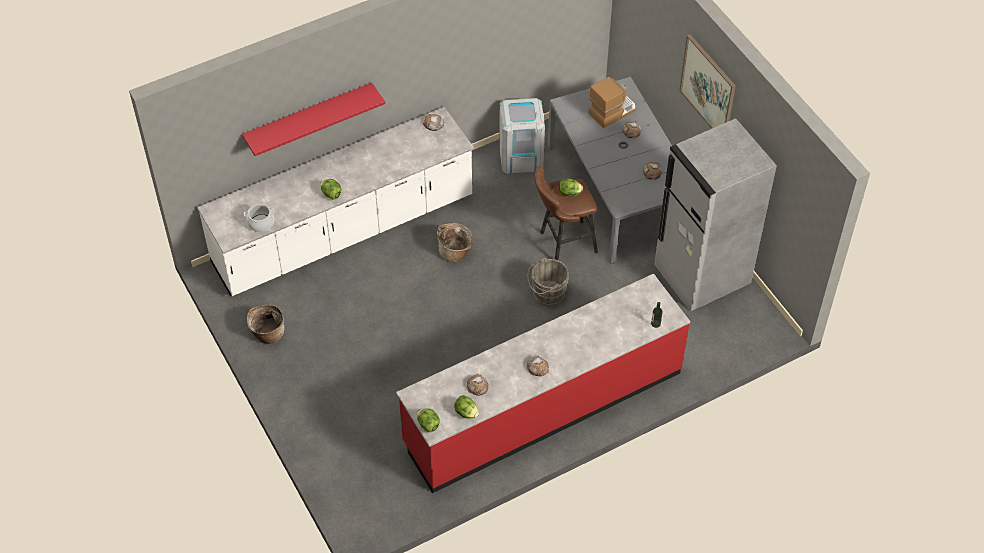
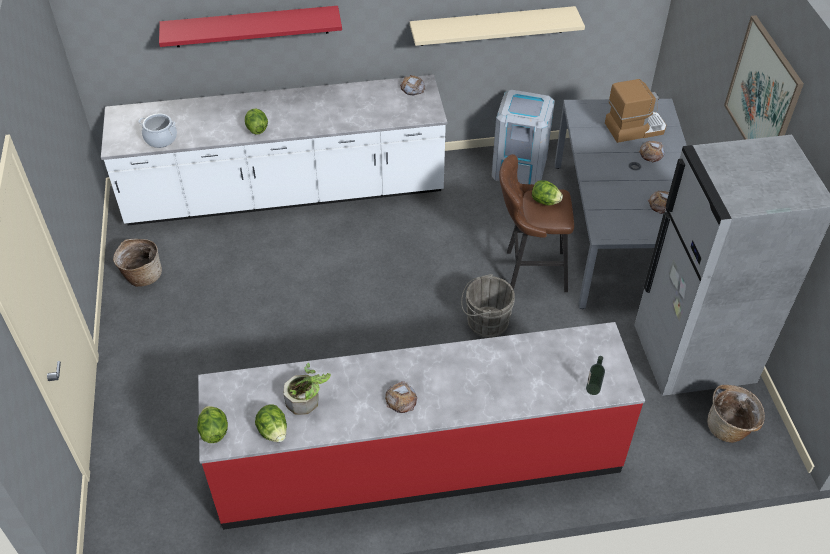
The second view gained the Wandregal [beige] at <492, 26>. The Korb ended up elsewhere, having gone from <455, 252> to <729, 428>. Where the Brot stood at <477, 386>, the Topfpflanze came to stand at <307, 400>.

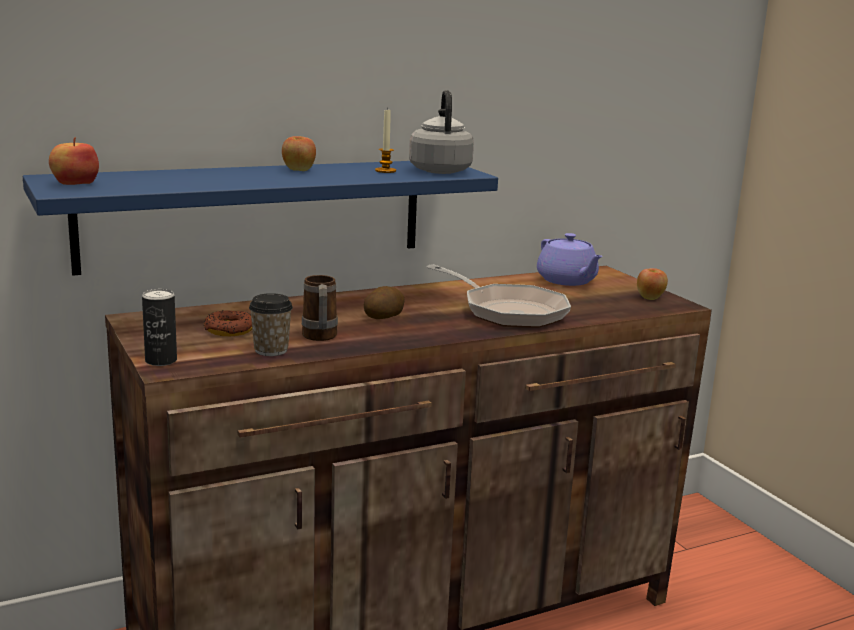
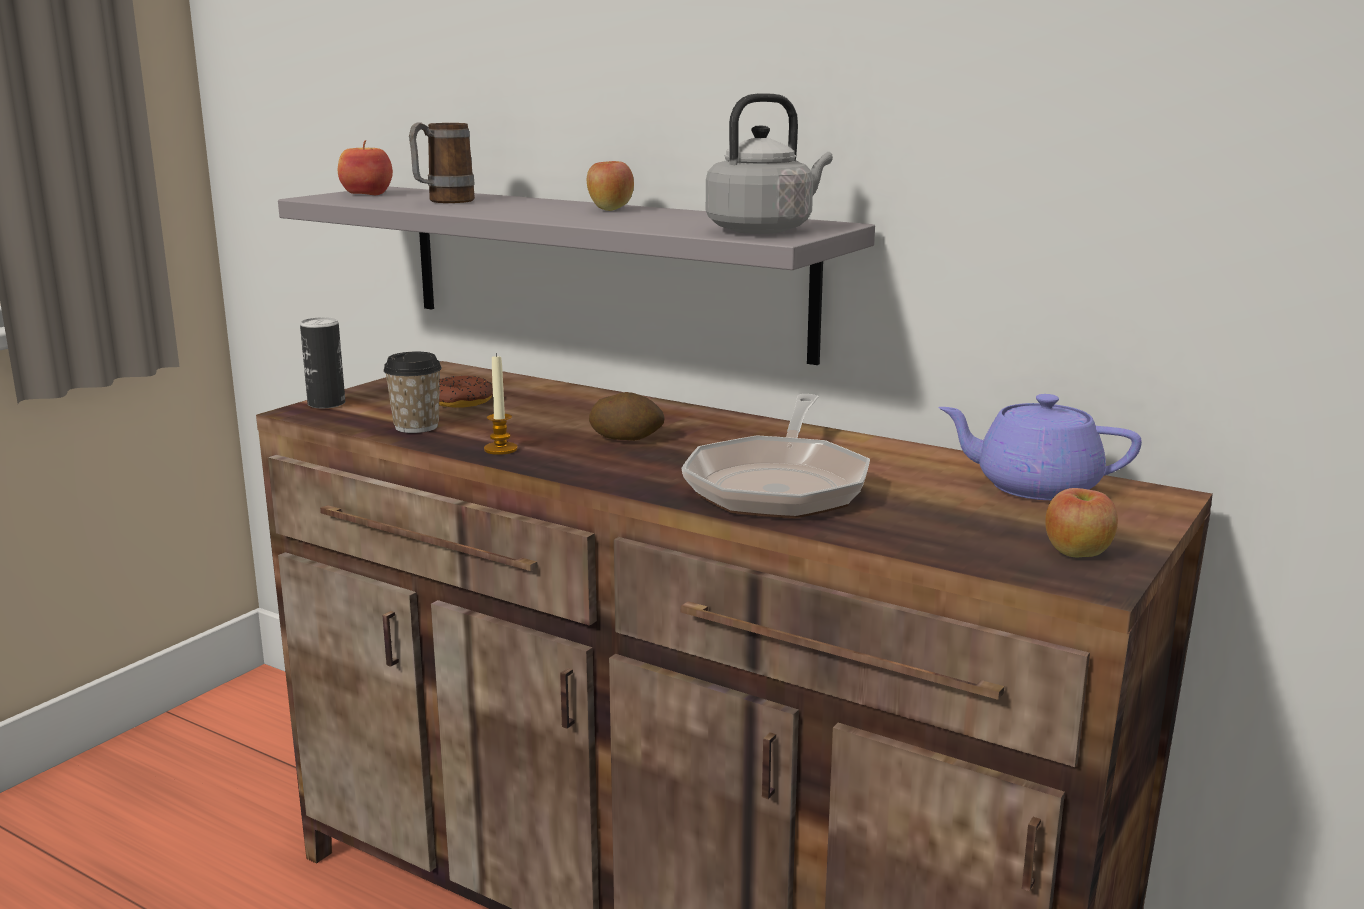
The Henkelbecher ended up elsewhere, having gone from <320, 338> to <443, 201>. The Kerze ended up elsewhere, having gone from <385, 171> to <500, 449>. What was the Wandregal [blau] at <255, 213> turned into the Wandregal [grau] at <602, 269>. The Teekanne [lila] at <567, 281> ended up facing another way, 75 degrees clockwise from before.

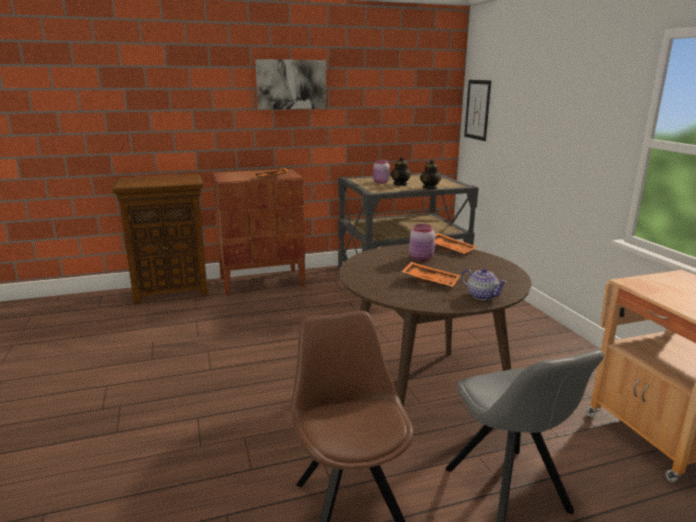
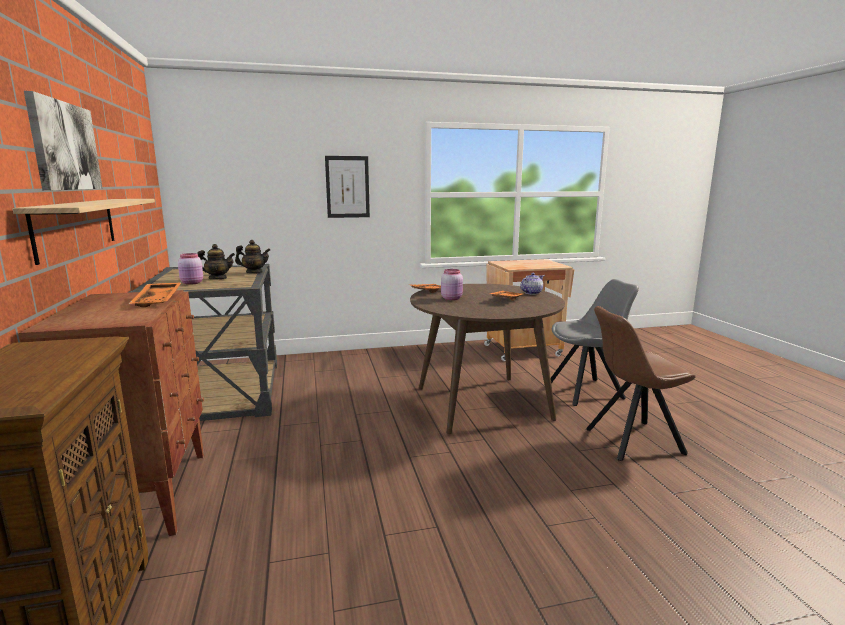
The second view gained the Wandregal at <76, 226>. The Bild ended up elsewhere, having gone from <477, 110> to <347, 187>.

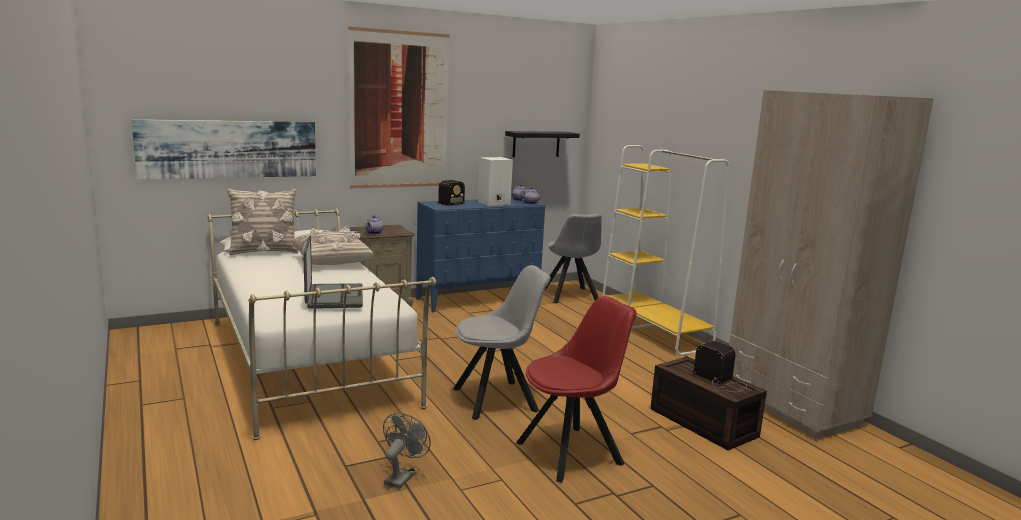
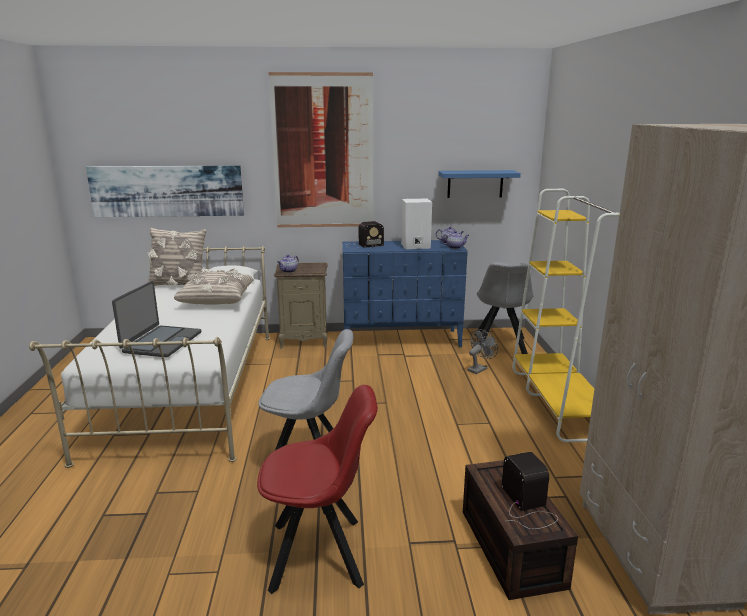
The Ventilator [grau] ended up elsewhere, having gone from <402, 476> to <479, 369>. What was the Wandregal [schwarz] at <536, 144> turned into the Wandregal [blau] at <475, 184>.

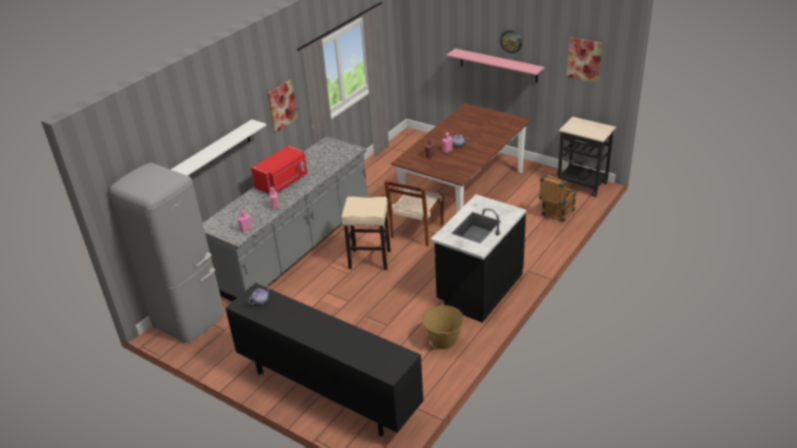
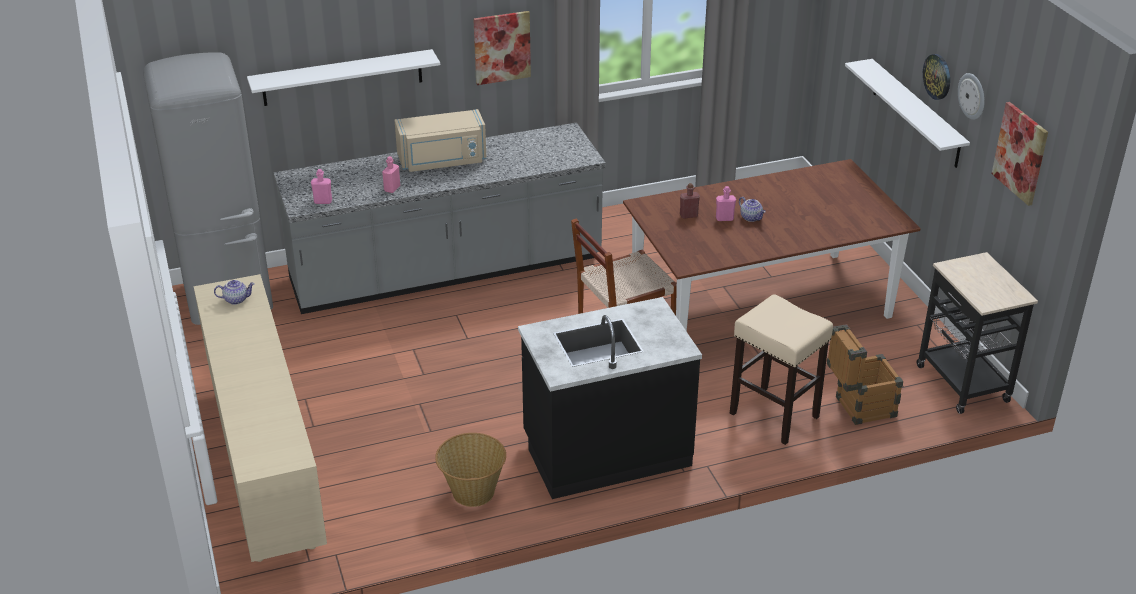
The second view gained the Wanduhr at <972, 96>. The Hocker [beige] ended up elsewhere, having gone from <369, 260> to <773, 415>. What was the Schrank [schwarz] at <327, 391> turned into the Schrank [beige] at <265, 470>. What was the Mikrowelle [rot] at <283, 182> turned into the Mikrowelle [beige] at <442, 161>. What was the Wandregal [rosa] at <498, 65> turned into the Wandregal [weiß] at <916, 113>.

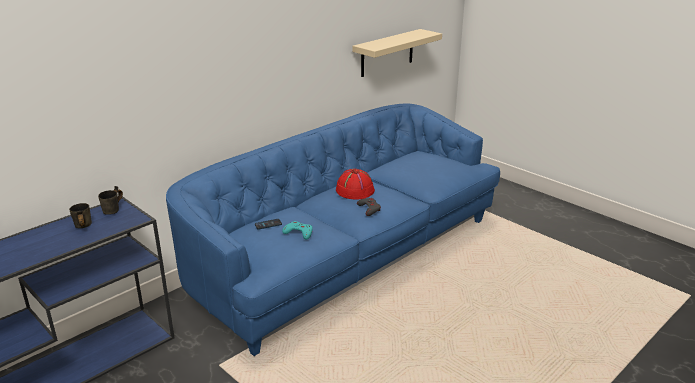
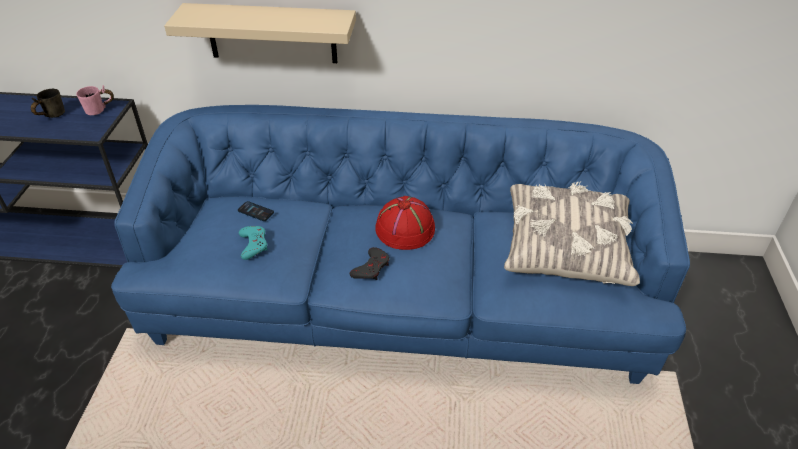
The second view gained the Kissen [beige] at <565, 251>. The Wandregal [beige] ended up elsewhere, having gone from <387, 53> to <271, 33>. What was the Henkelbecher [grau] at <115, 210> turned into the Henkelbecher [rosa] at <99, 112>.

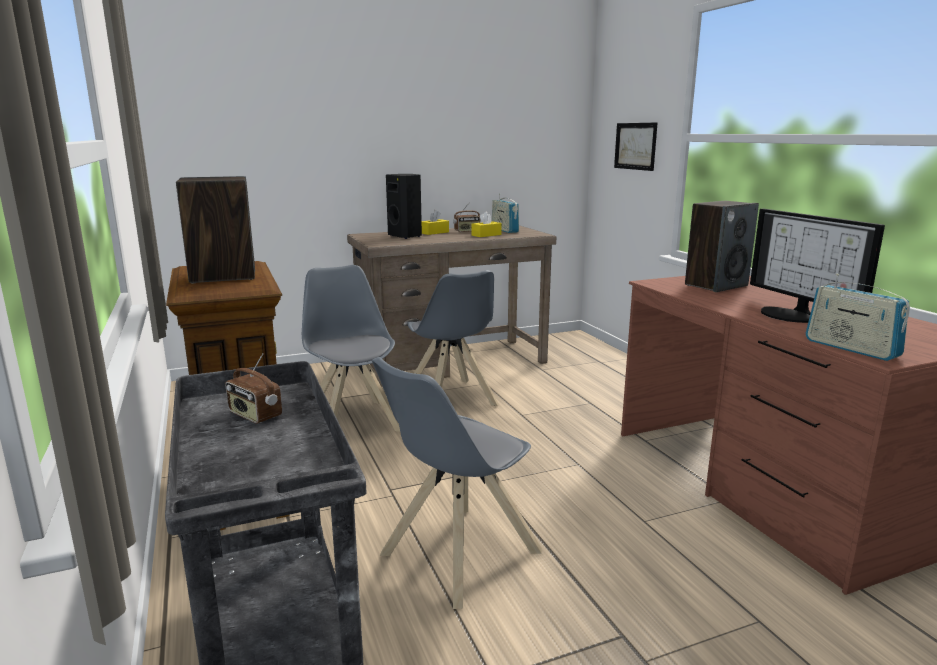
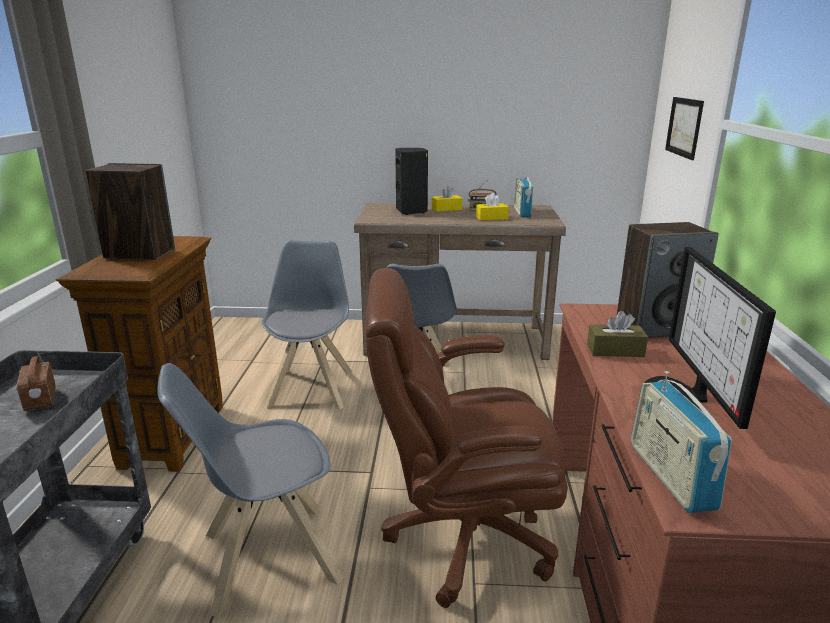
The second view gained the Bürostuhl [braun] at <460, 536>. The second view gained the Taschentuchbox [braun] at <615, 350>.

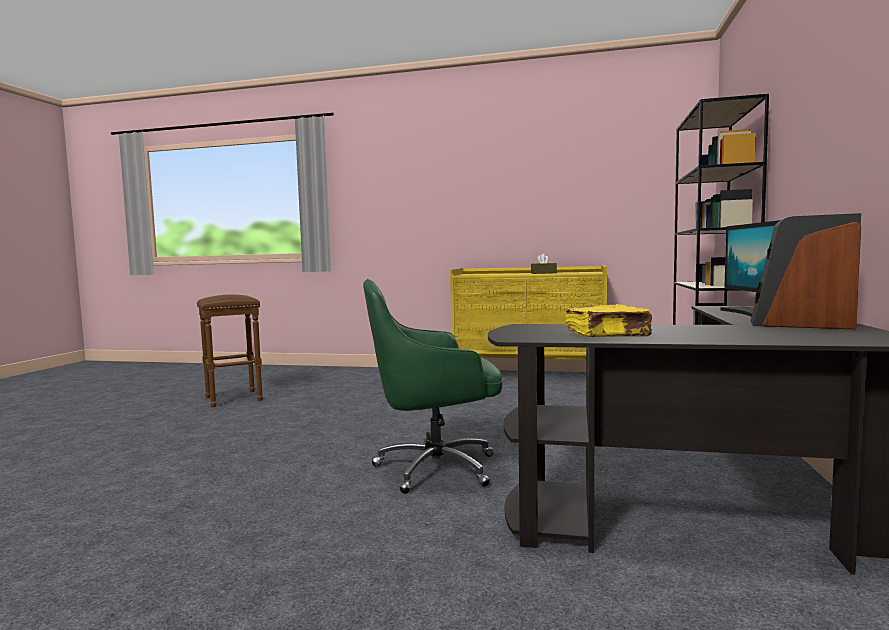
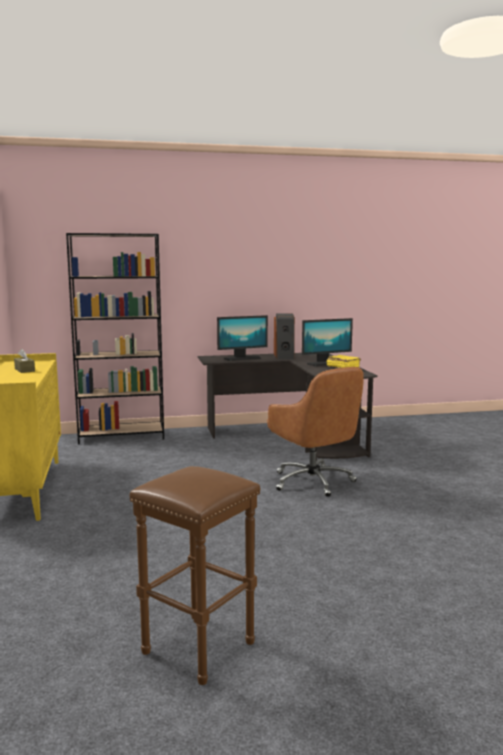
The second view gained the Monitor at <326, 363>. What was the Bürostuhl [grün] at <435, 468> turned into the Bürostuhl [braun] at <312, 482>.

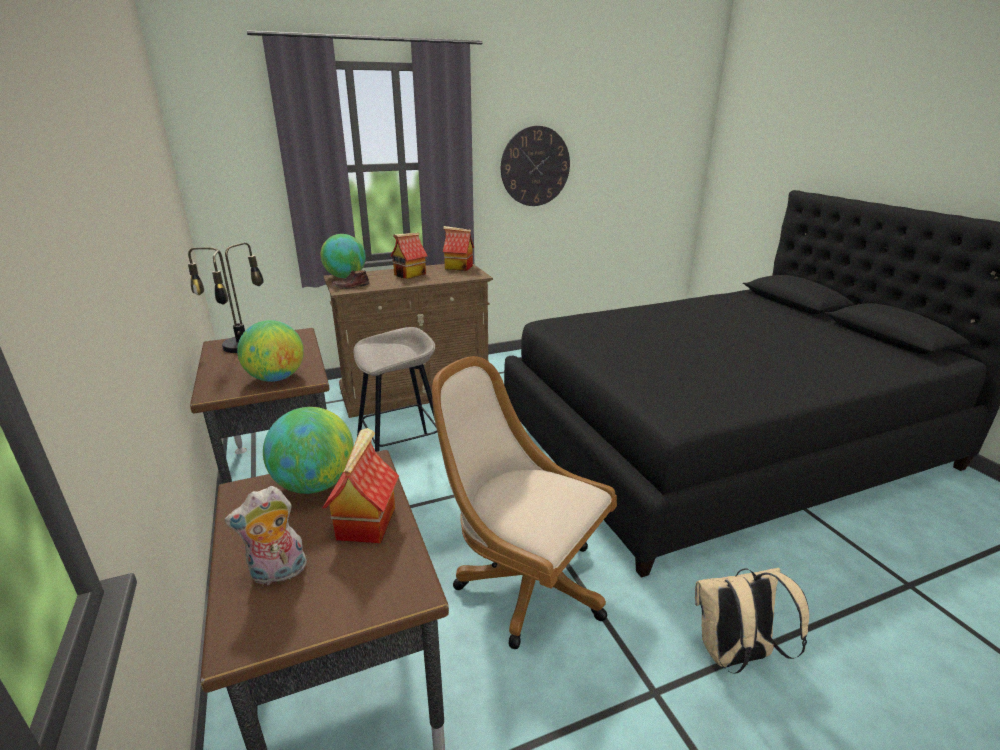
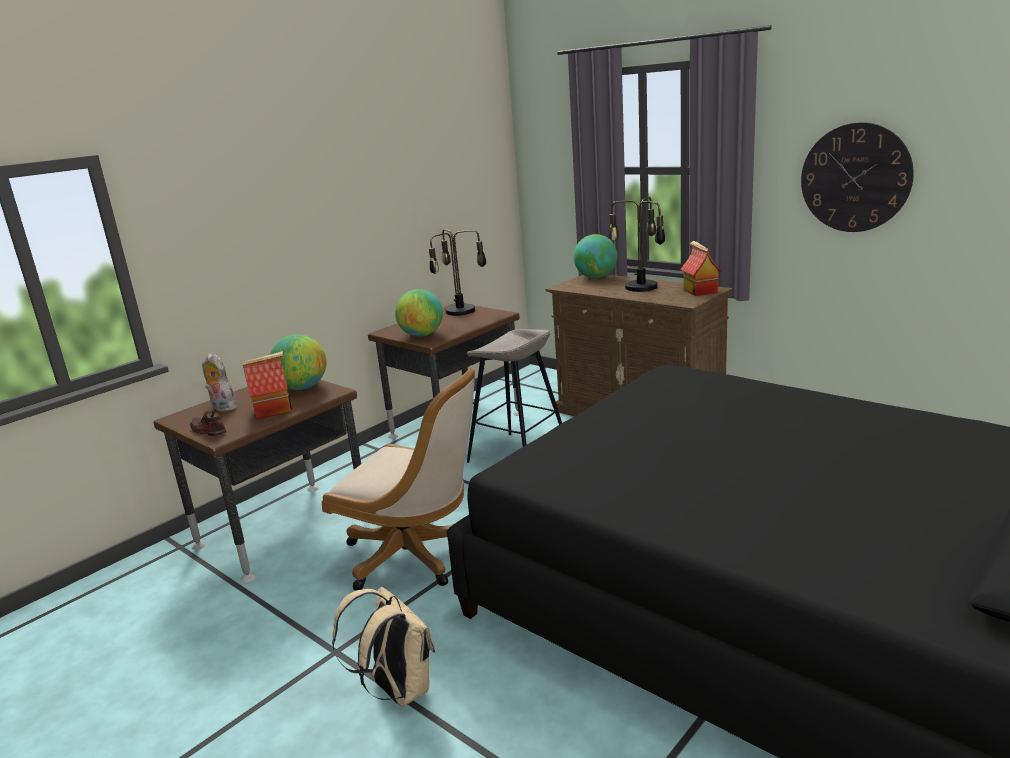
The Schuh [braun] ended up elsewhere, having gone from <351, 286> to <207, 431>. Where the Spielzeughaus stood at <410, 274>, the Tischlampe came to stand at <641, 287>. The Bürostuhl at <522, 579> ended up facing another way, 105 degrees clockwise from before.

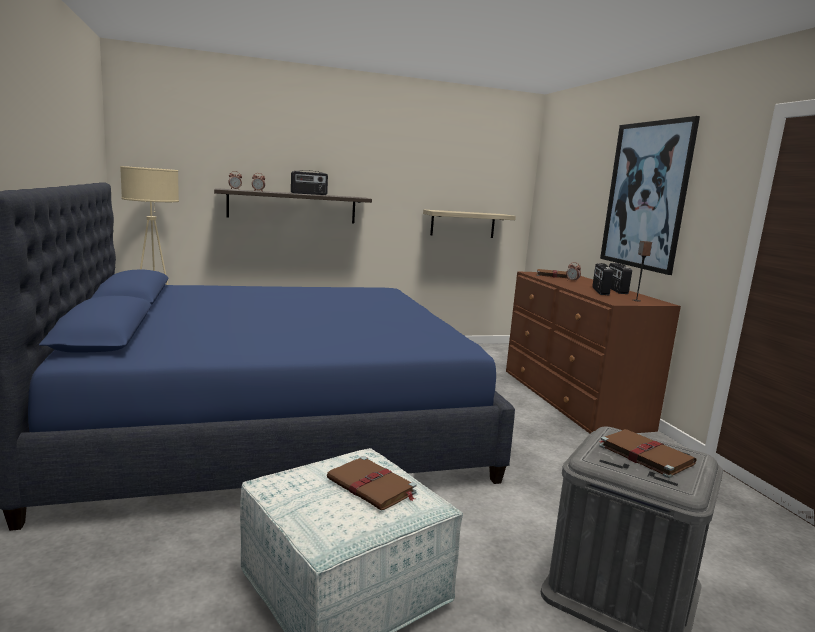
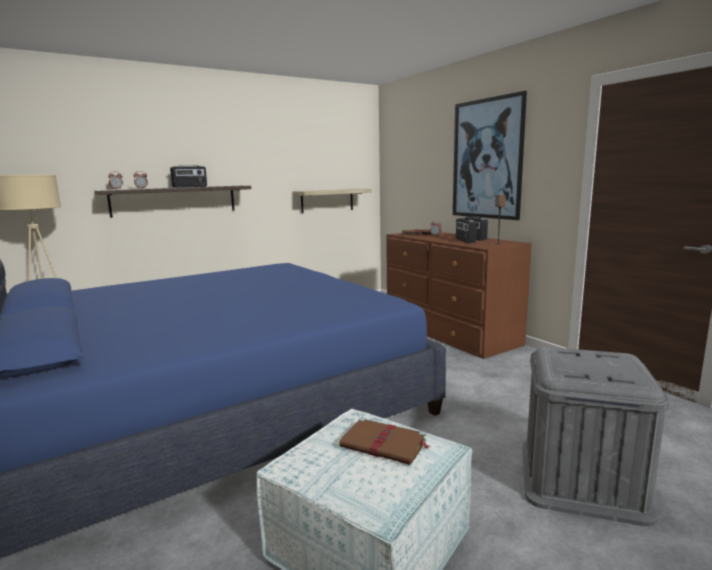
The second view lost the Buch [braun] at <644, 454>.

